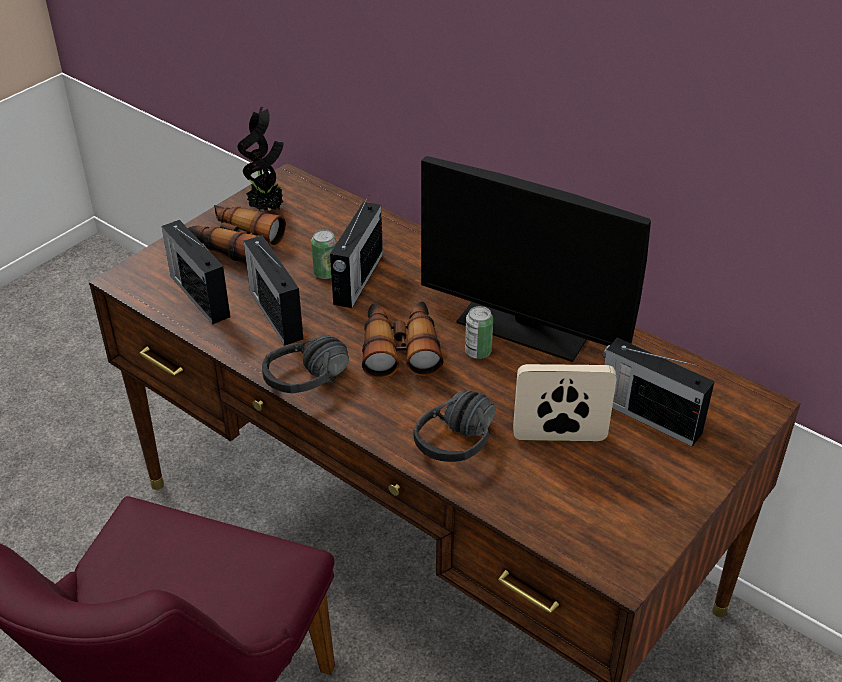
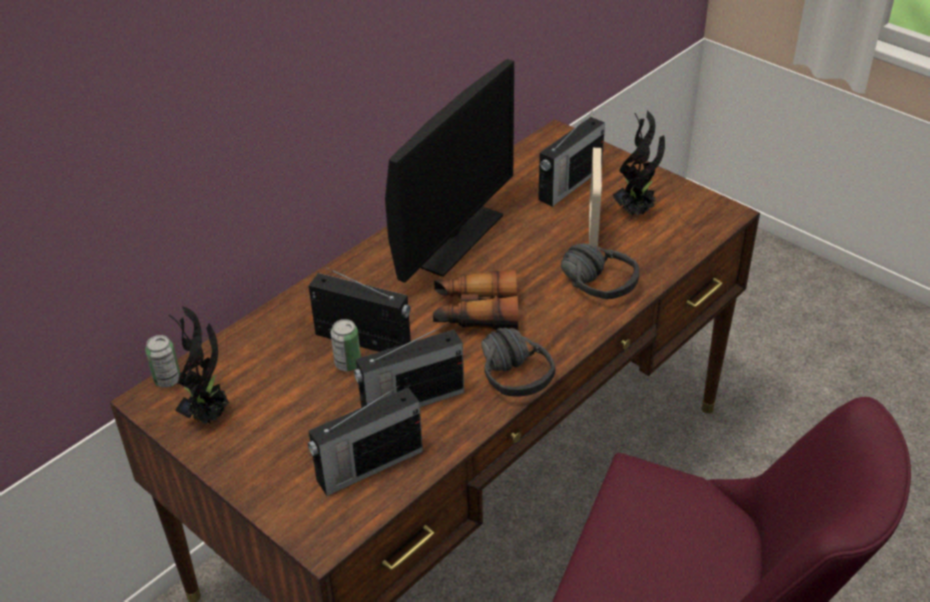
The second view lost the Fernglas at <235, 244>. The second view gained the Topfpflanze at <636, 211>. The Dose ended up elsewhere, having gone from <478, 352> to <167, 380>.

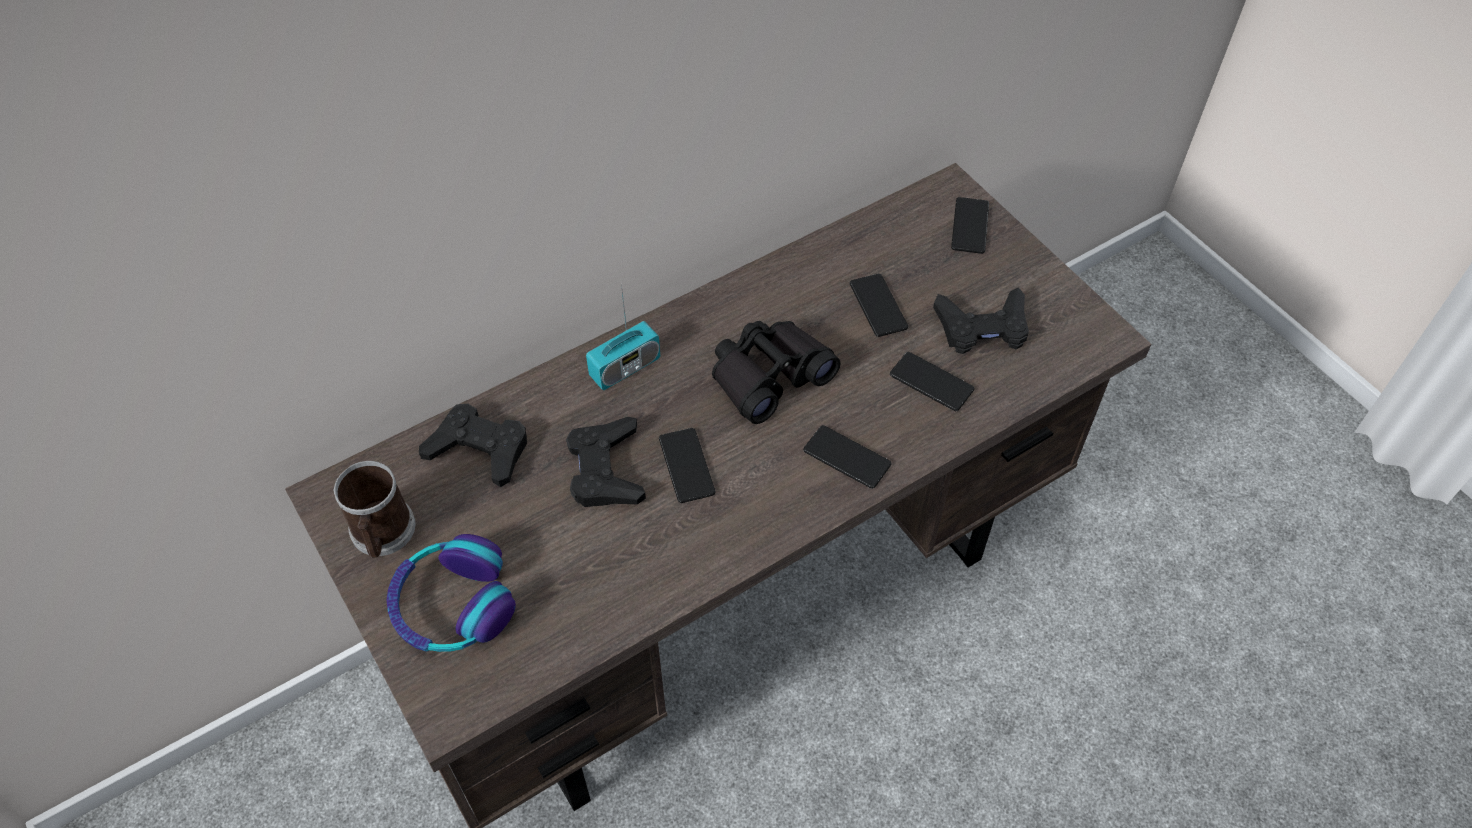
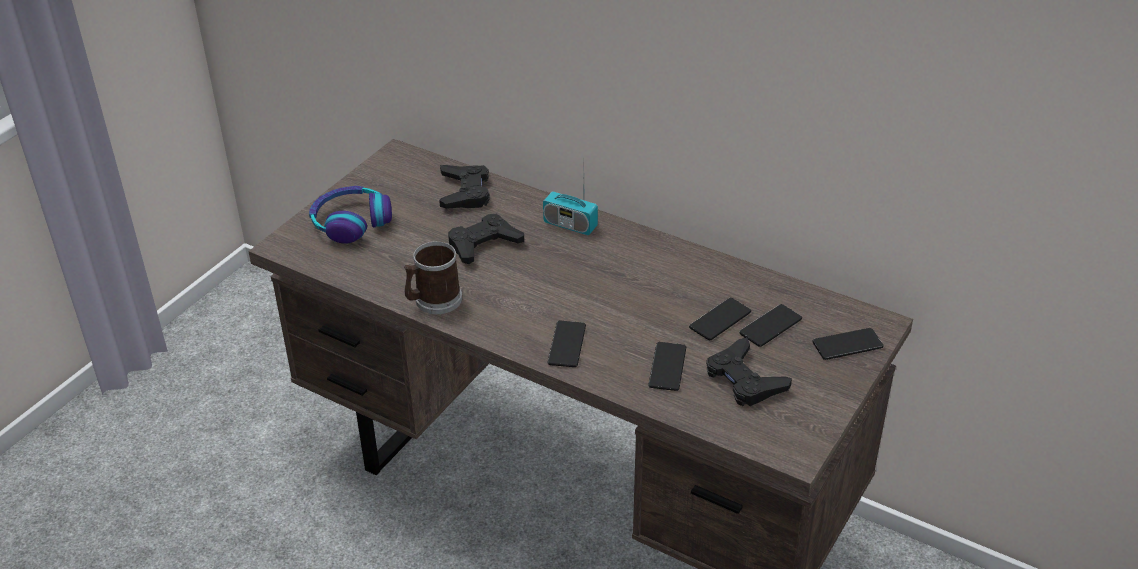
The second view lost the Fernglas [schwarz] at <769, 376>. The Henkelbecher ended up elsewhere, having gone from <382, 534> to <433, 301>. The Handy ended up elsewhere, having gone from <686, 466> to <770, 326>.

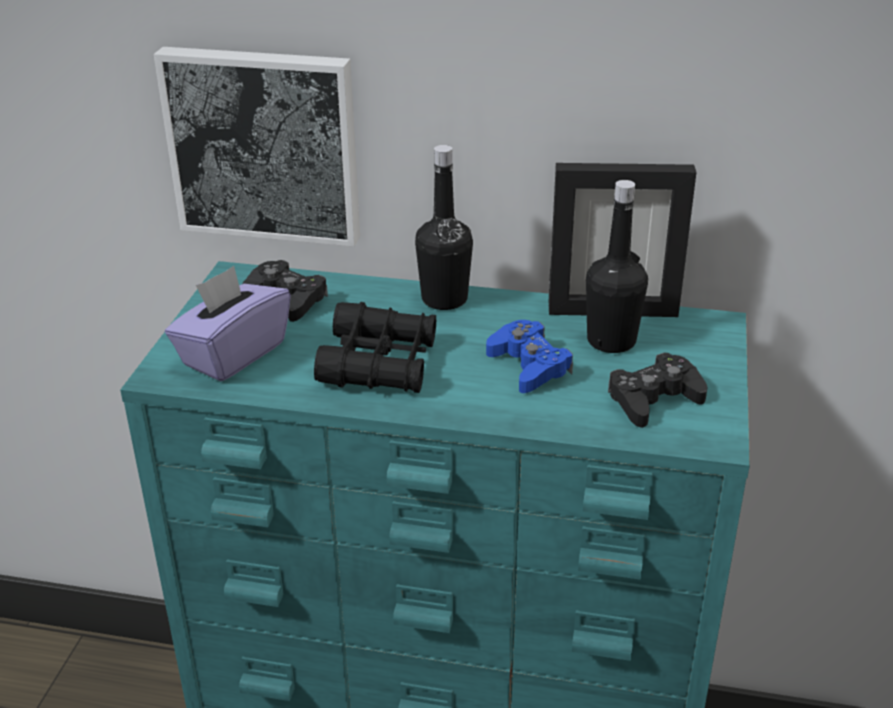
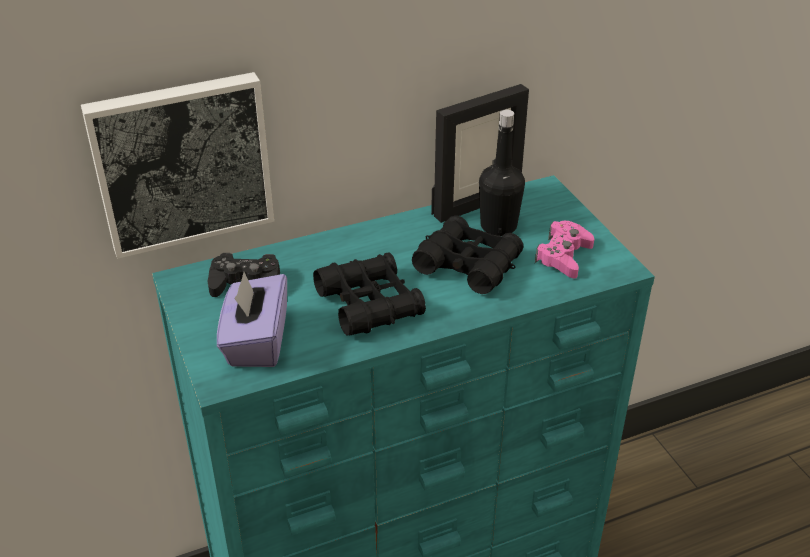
The second view lost the Flasche [schwarz] at <444, 299>. Where the Gamepad [blau] stood at <529, 366>, the Fernglas [schwarz] came to stand at <468, 264>. What was the Gamepad [schwarz] at <653, 399> turned into the Gamepad [rosa] at <563, 256>.

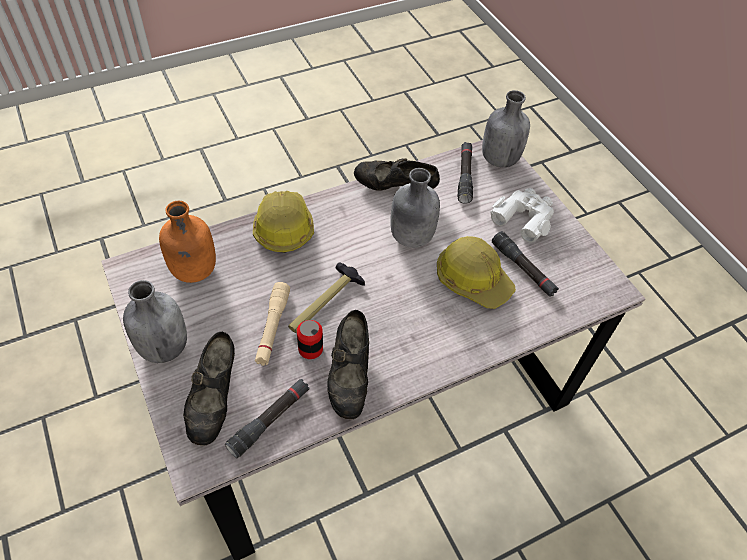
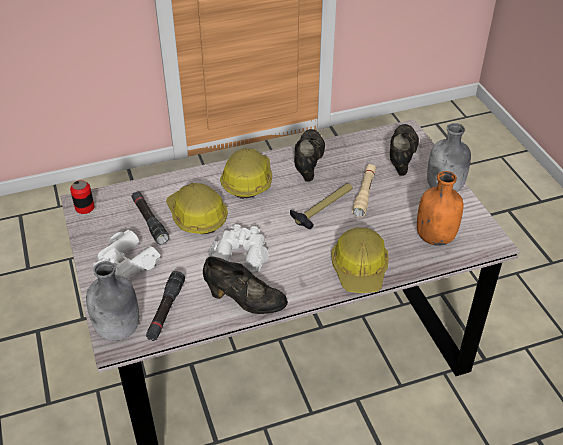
The second view lost the Taschenlampe [schwarz] at <270, 420>. The second view gained the Schutzhelm at <247, 180>. The Dose ended up elsewhere, having gone from <310, 349> to <84, 208>. Where the Flasche [grau] stood at <410, 237>, the Fernglas [weiß] came to stand at <240, 252>.

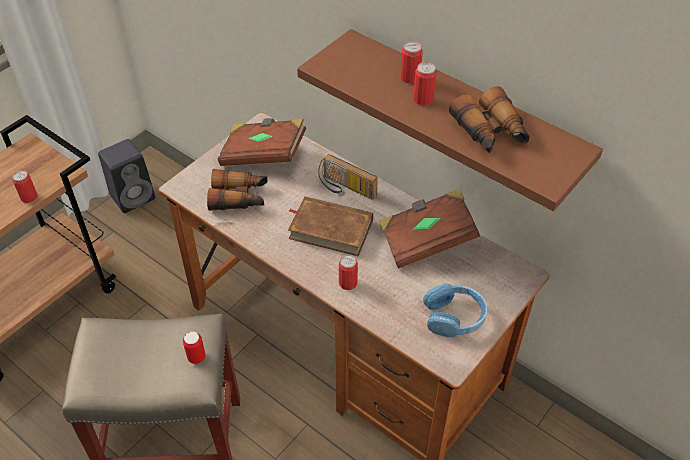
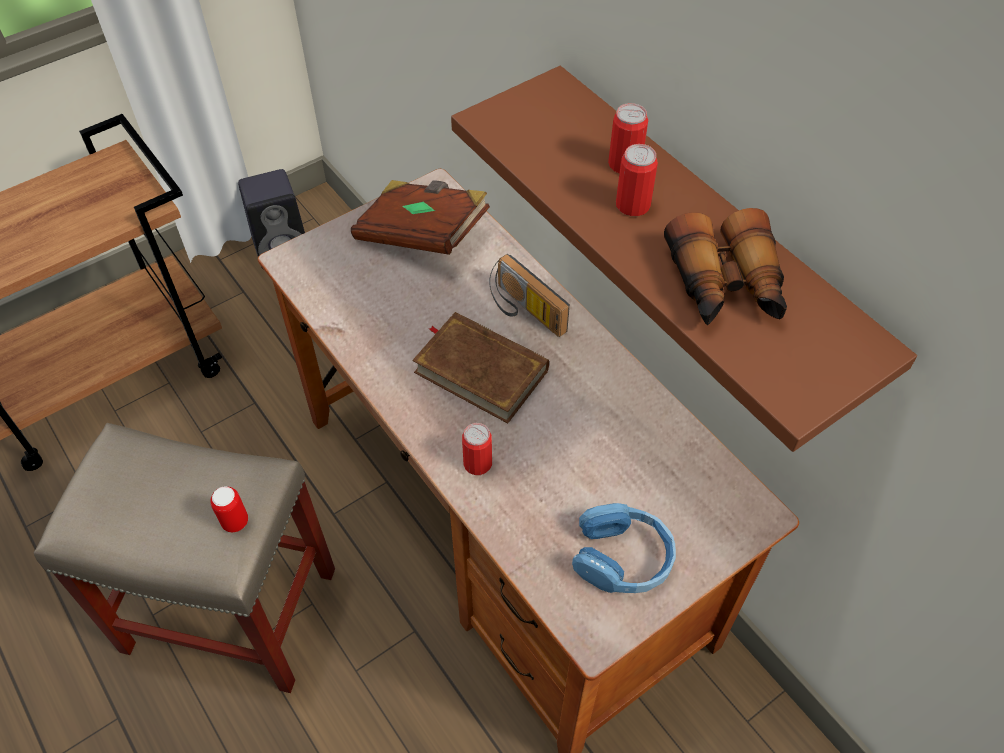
The second view lost the Dose at <29, 197>. The second view lost the Fernglas at <239, 197>. The second view lost the Buch [braun] at <426, 240>.

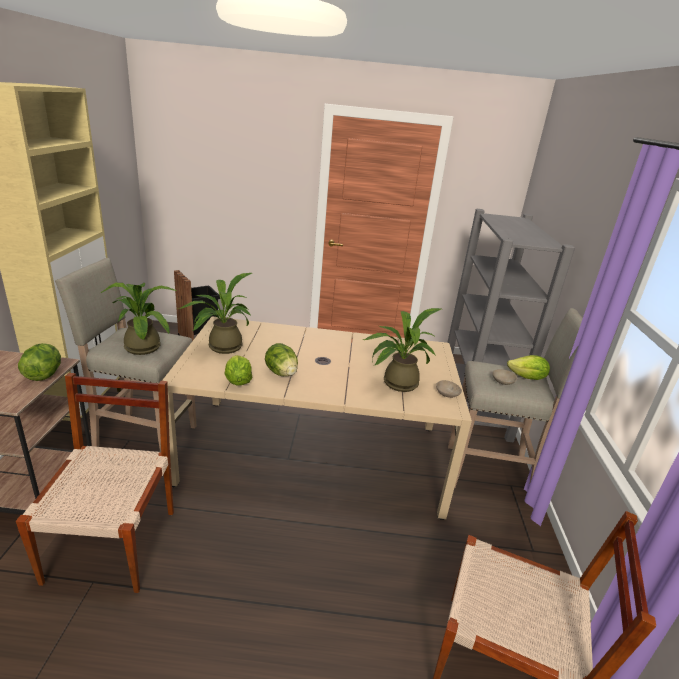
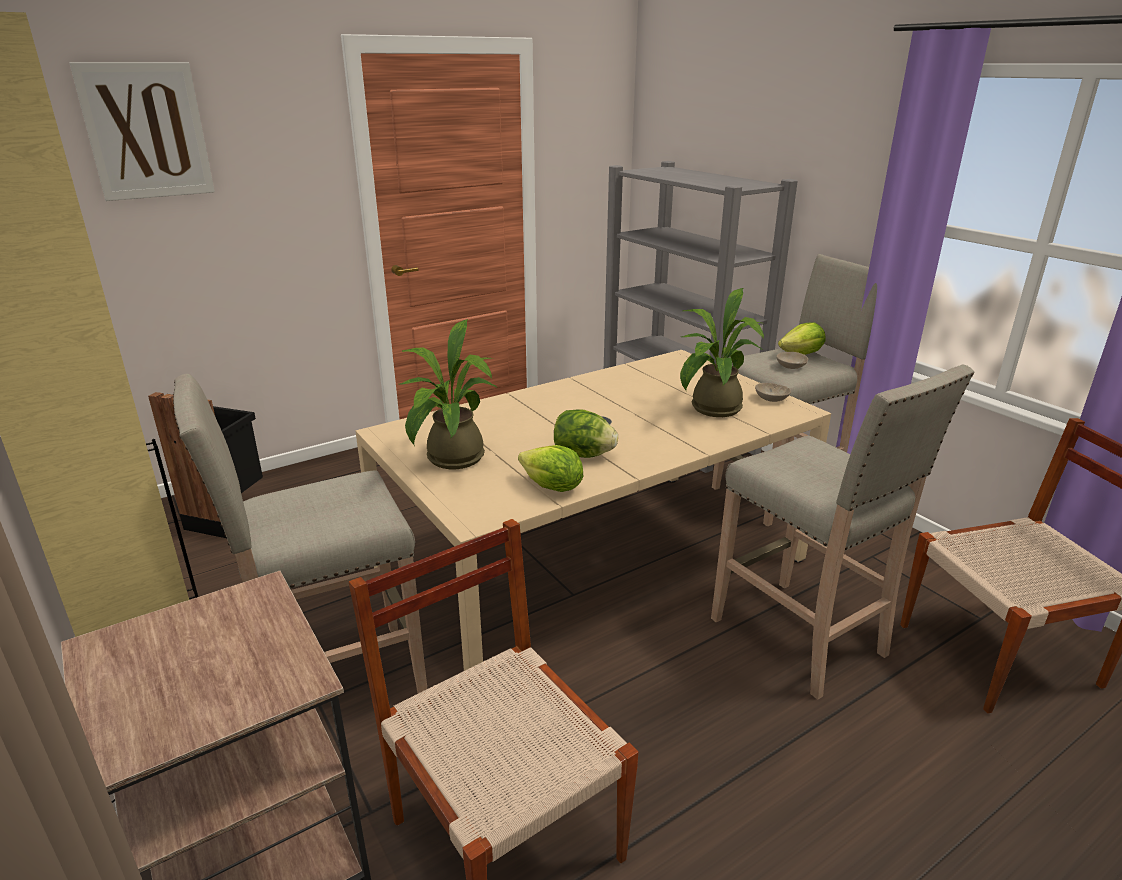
The second view lost the Salatkopf at <44, 375>. The second view lost the Topfpflanze at <143, 345>. The second view gained the Bild at <146, 131>. The second view gained the Hocker [beige] at <800, 638>.

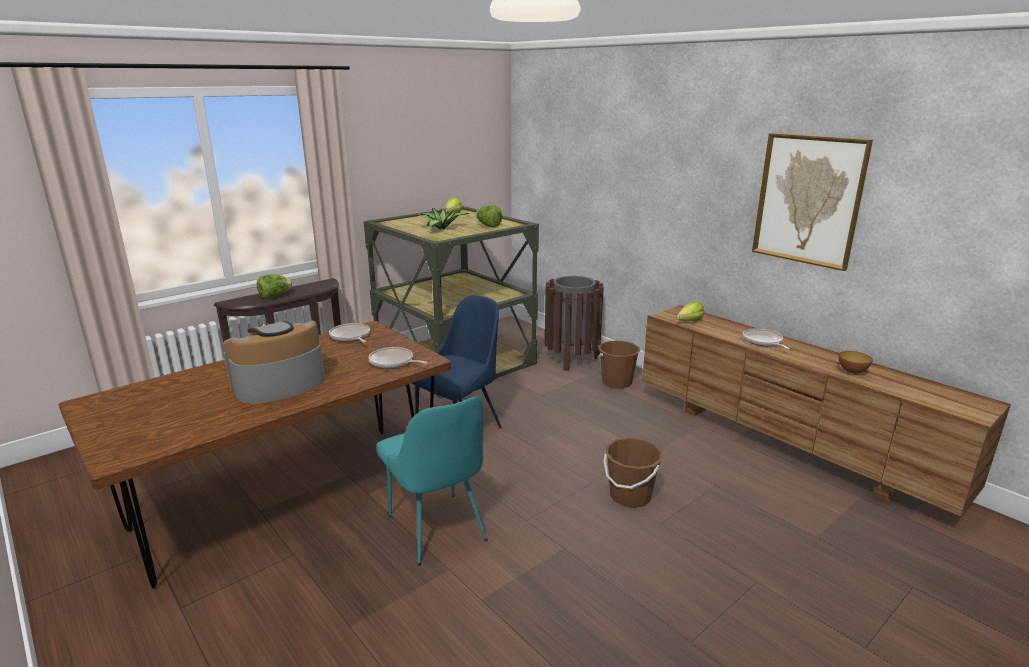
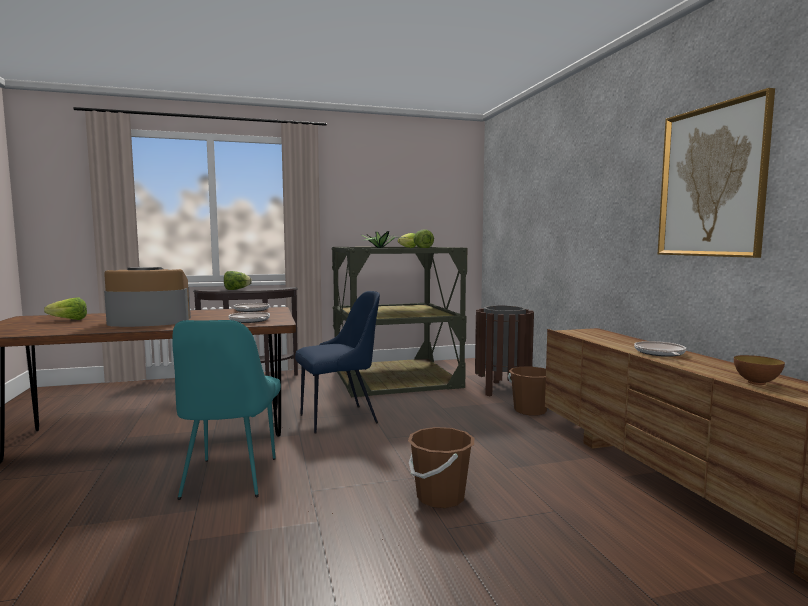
The Salatkopf ended up elsewhere, having gone from <687, 322> to <66, 320>.

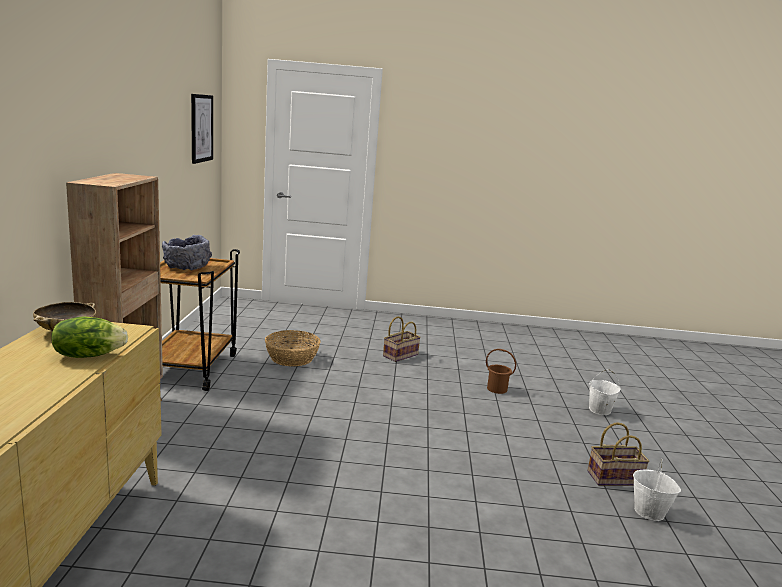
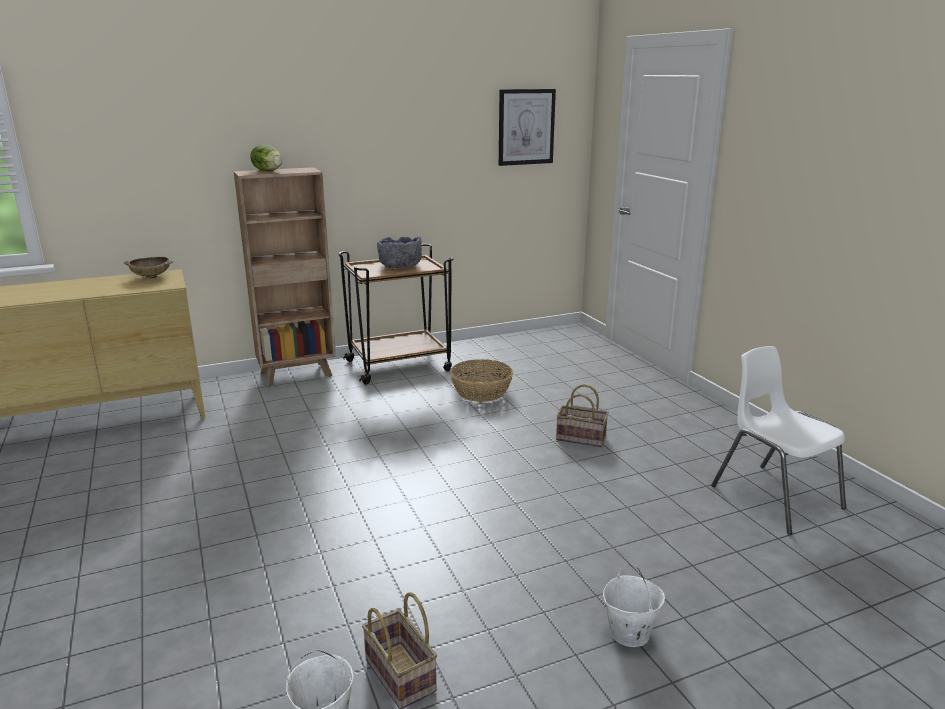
The second view lost the Eimer [braun] at <497, 389>. The second view gained the Stuhl [weiß] at <774, 496>. The Salatkopf ended up elsewhere, having gone from <88, 355> to <268, 171>.

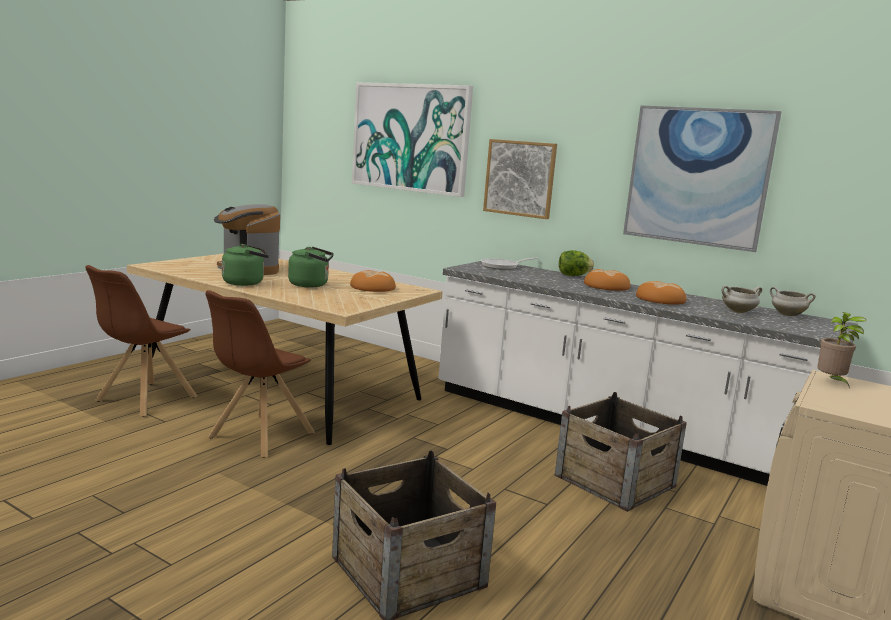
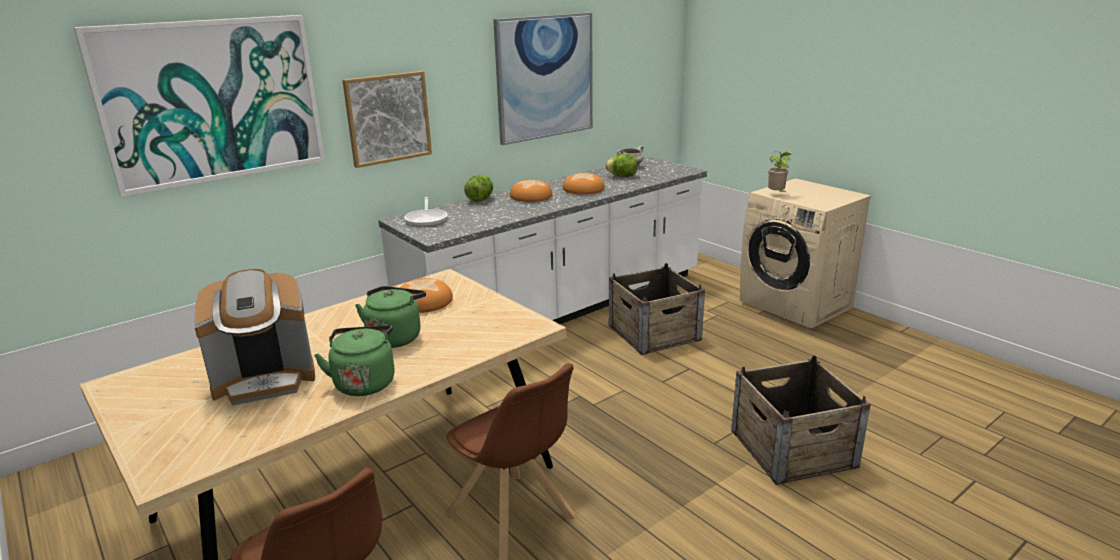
Where the Kochtopf [weiß] stood at <738, 312>, the Salatkopf came to stand at <622, 176>.

